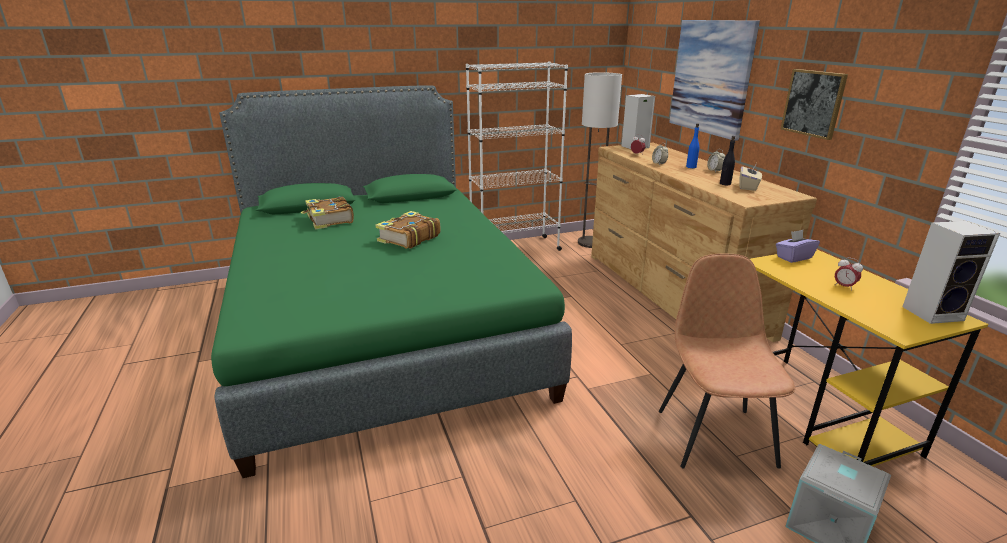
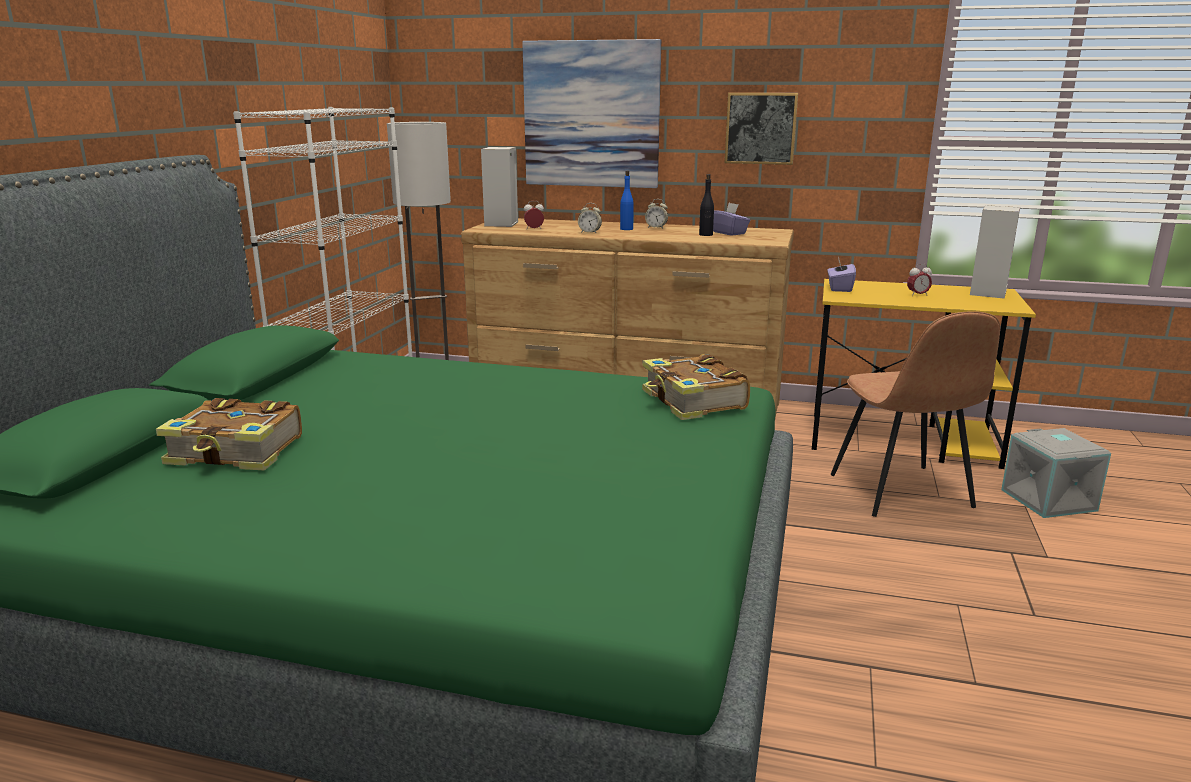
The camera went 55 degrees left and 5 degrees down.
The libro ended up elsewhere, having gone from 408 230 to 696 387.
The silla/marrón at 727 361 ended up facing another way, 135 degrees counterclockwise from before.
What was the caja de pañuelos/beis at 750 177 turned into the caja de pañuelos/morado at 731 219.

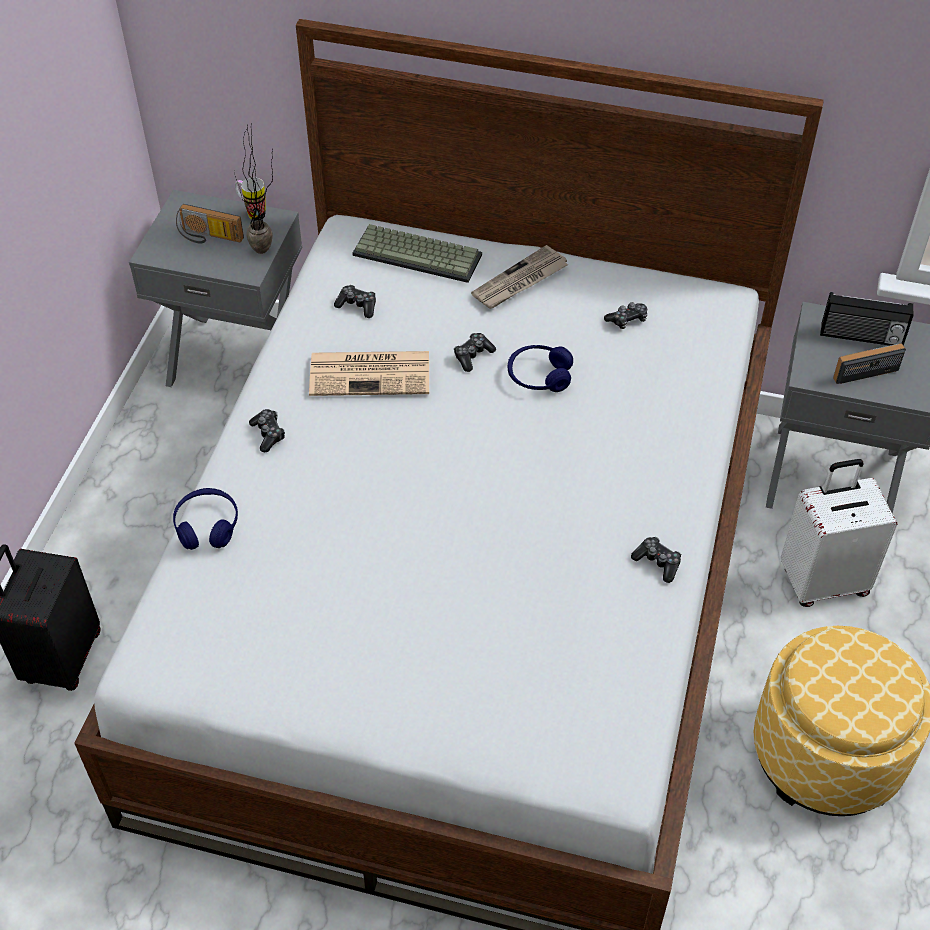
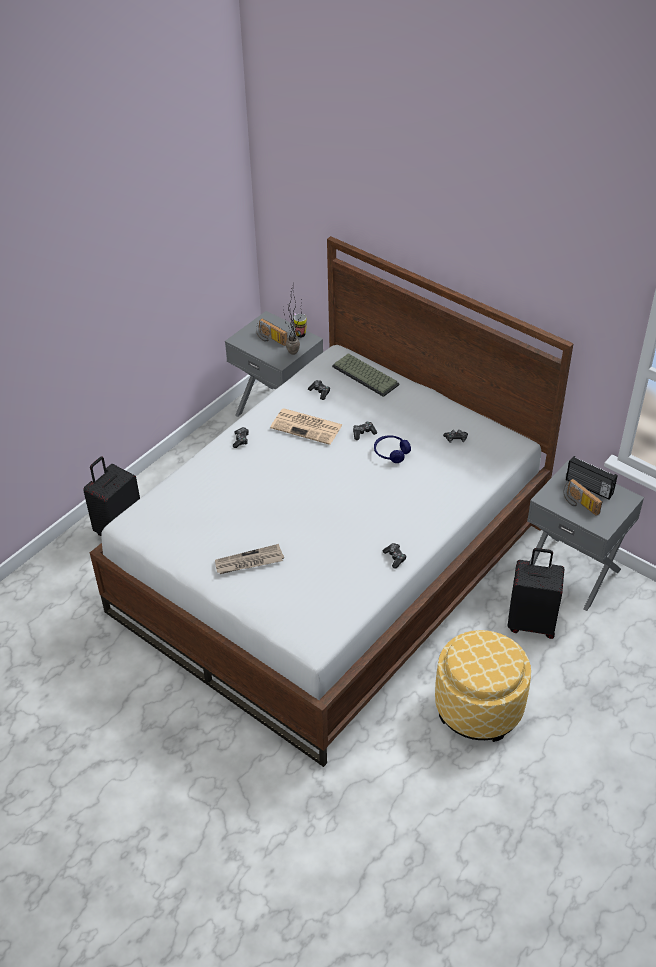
The camera went 25 degrees right and 5 degrees down.
The second view lost the auriculares/azul at 205 519.
The periódico ended up elsewhere, having gone from 519 277 to 249 559.
What was the maleta/blanco at 838 533 turned into the maleta/negro at 535 593.
The radio at 869 363 ended up facing another way, 135 degrees counterclockwise from before.

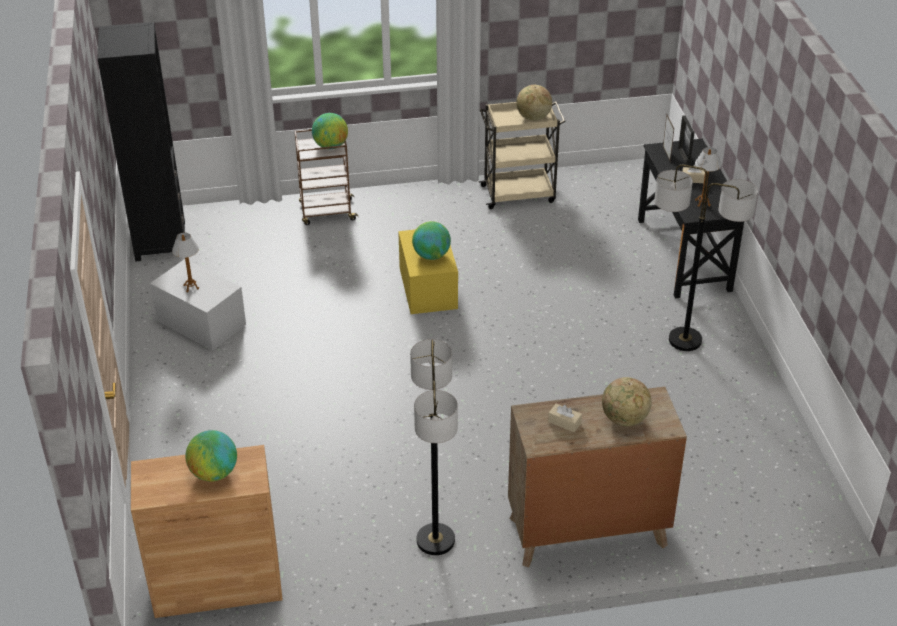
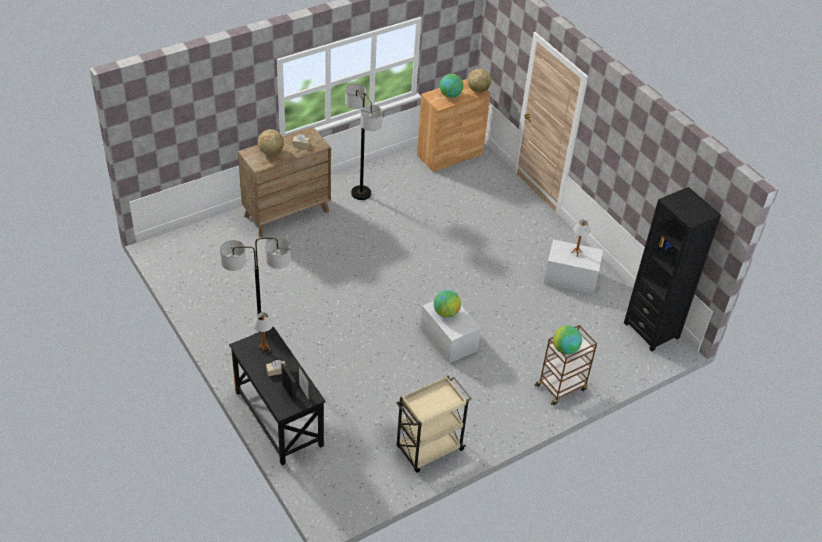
The camera went 155 degrees right and 5 degrees up.
What was the caja de almacenaje/amarillo at 428 271 turned into the caja de almacenaje/blanco at 450 332.
The globo terráqueo ended up elsewhere, having gone from 534 103 to 479 81.

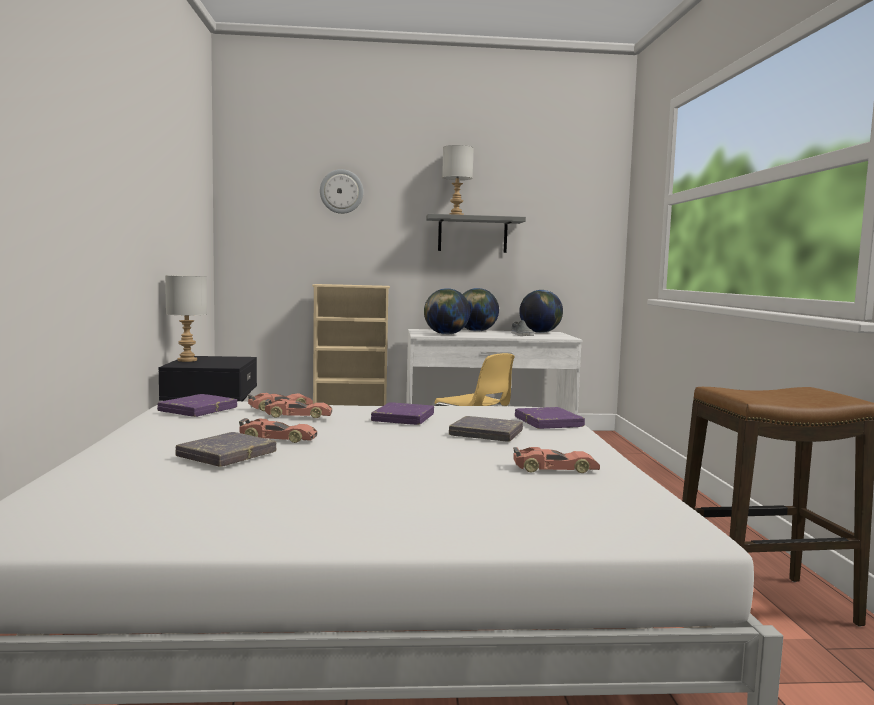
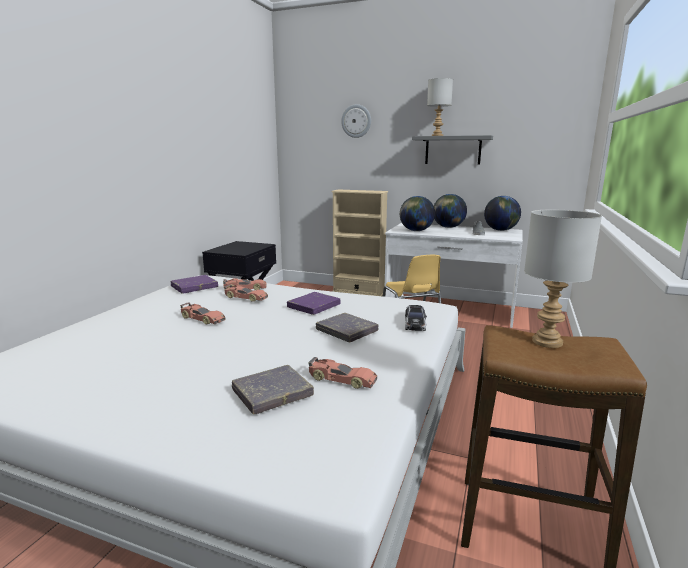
The camera went 25 degrees right and 10 degrees up.
The lámpara de mesa/gris ended up elsewhere, having gone from 186 318 to 563 279.
The libro/gris ended up elsewhere, having gone from 225 449 to 273 389.
Where the libro/morado stood at 550 418, the coche de juguete came to stand at 416 318.

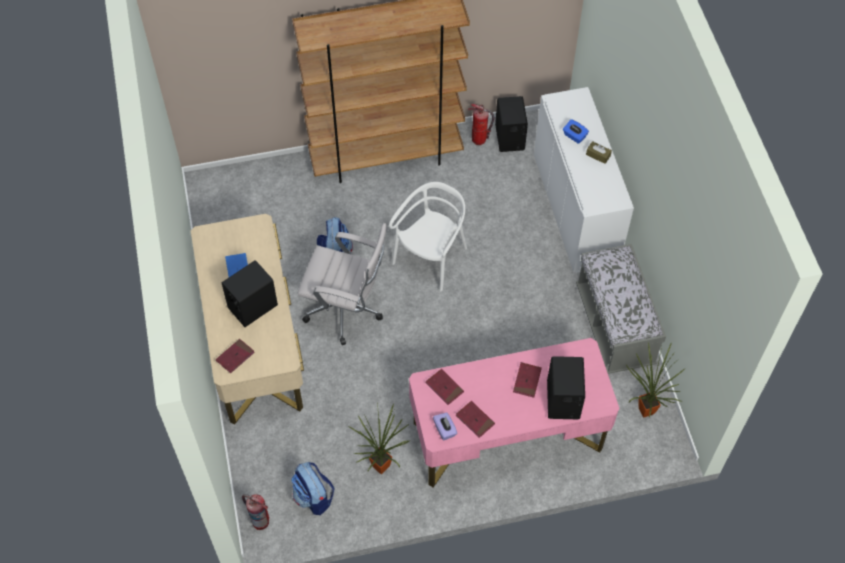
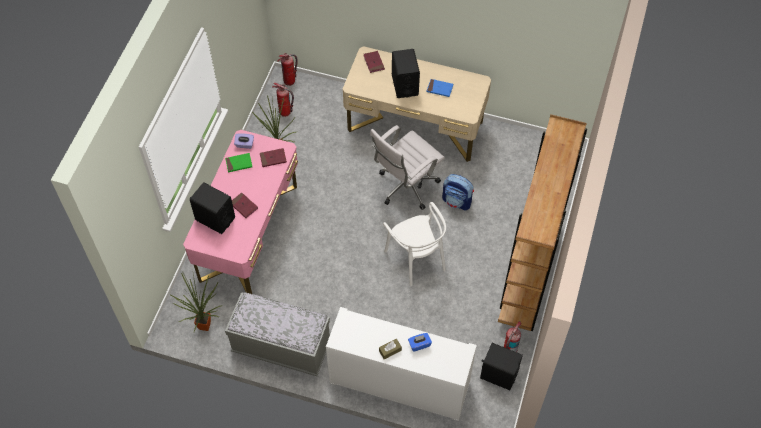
The camera went 120 degrees right and 0 degrees up.
Where the mochila stood at 312 488, the extintor came to stand at 283 100.
What was the libro/rojo at 475 419 turned into the libro/verde at 238 162.

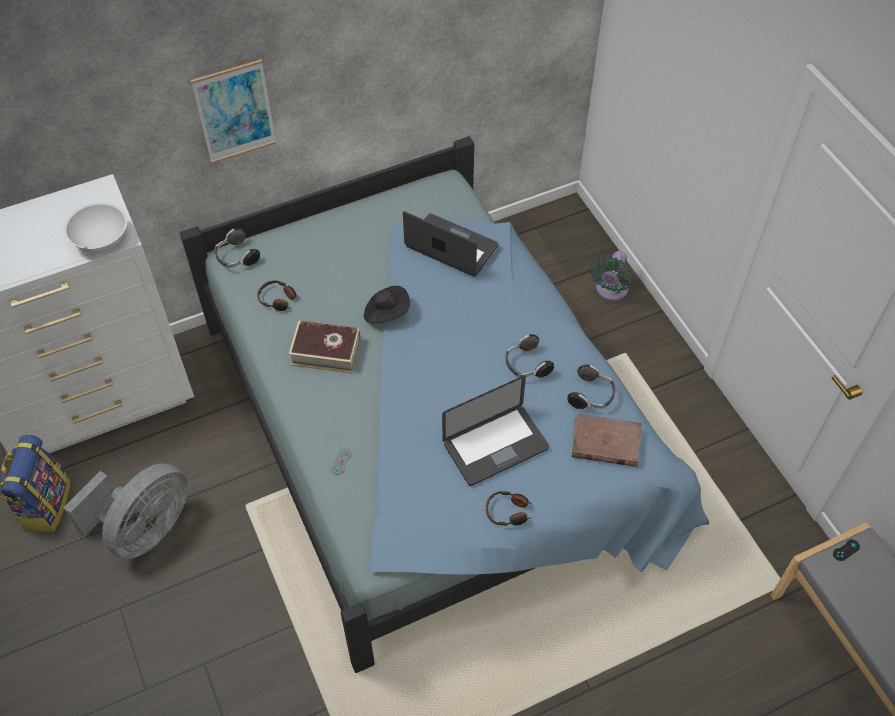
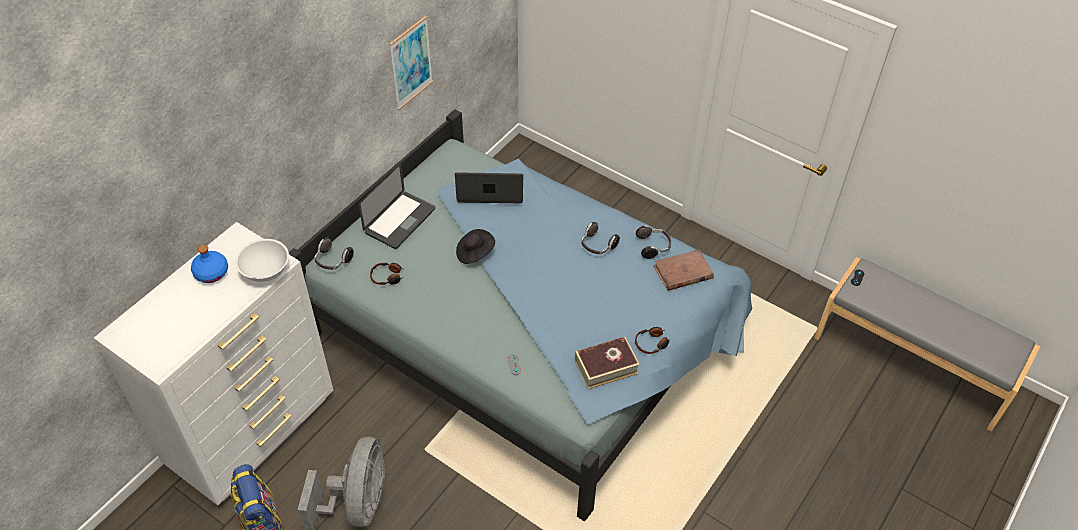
The camera went 30 degrees left and 5 degrees down.
The cuadro ended up elsewhere, having gone from 233 111 to 411 63.
The libro ended up elsewhere, having gone from 325 346 to 607 363.
The portátil ended up elsewhere, having gone from 495 431 to 396 206.
The second view lost the ventilador/verde at 612 276.
The second view gained the botella/azul at 209 264.

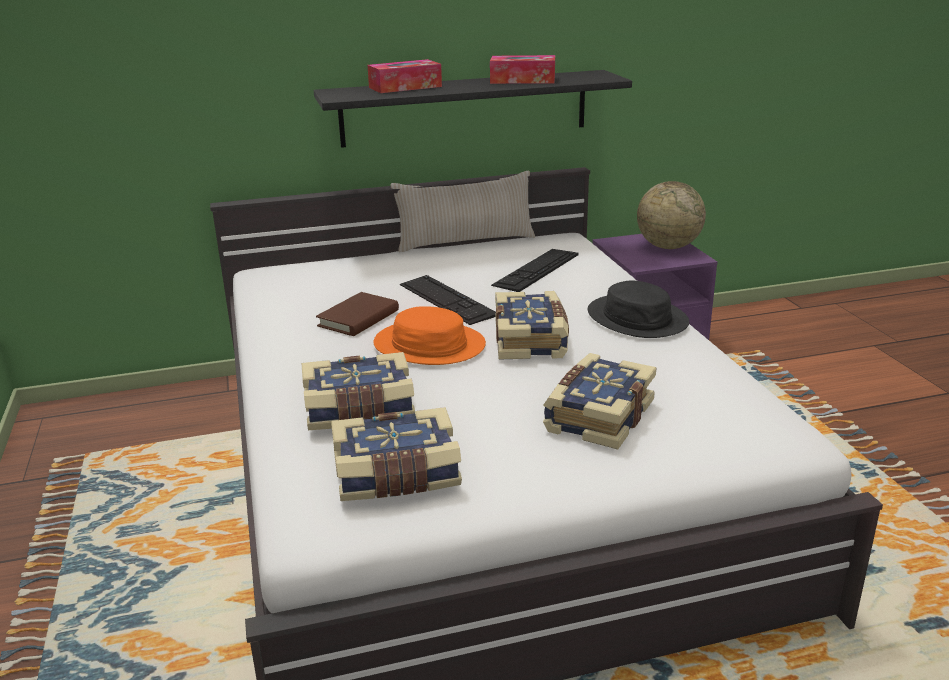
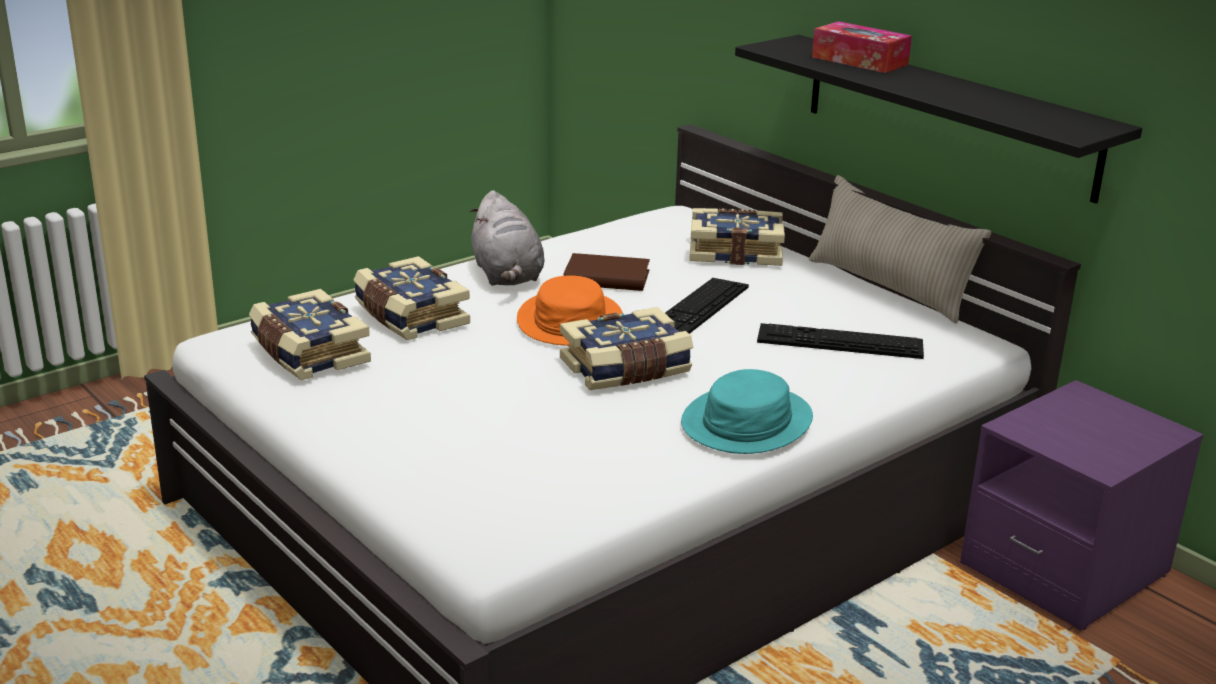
The camera went 65 degrees right and 0 degrees up.
The second view lost the caja de pañuelos at 522 69.
The libro ended up elsewhere, having gone from 599 401 to 737 237.
What was the sombrero/negro at 638 309 turned into the sombrero/turquesa at 747 411.
The second view lost the globo terráqueo at 671 215.
The second view gained the peluche/gris at 507 238.

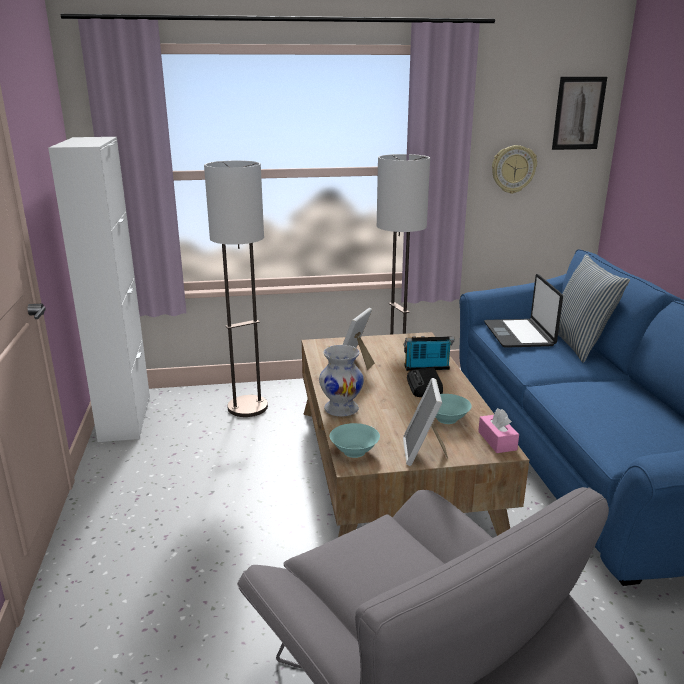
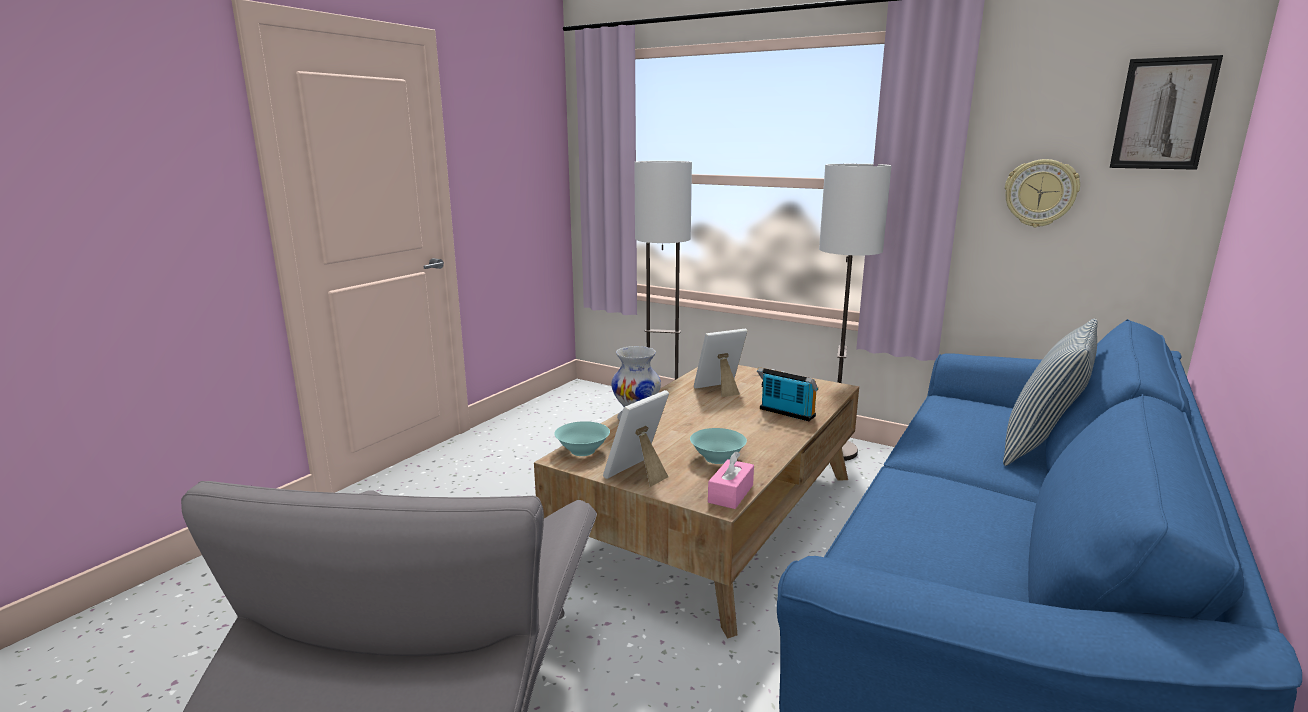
The camera went 40 degrees right and 5 degrees down.
The second view lost the armario/blanco at 99 289.
The second view lost the radio at 425 382.
The second view lost the portátil at 523 311.

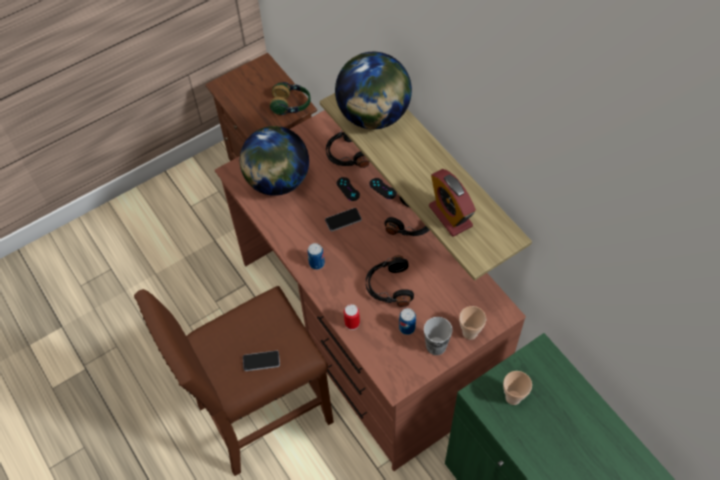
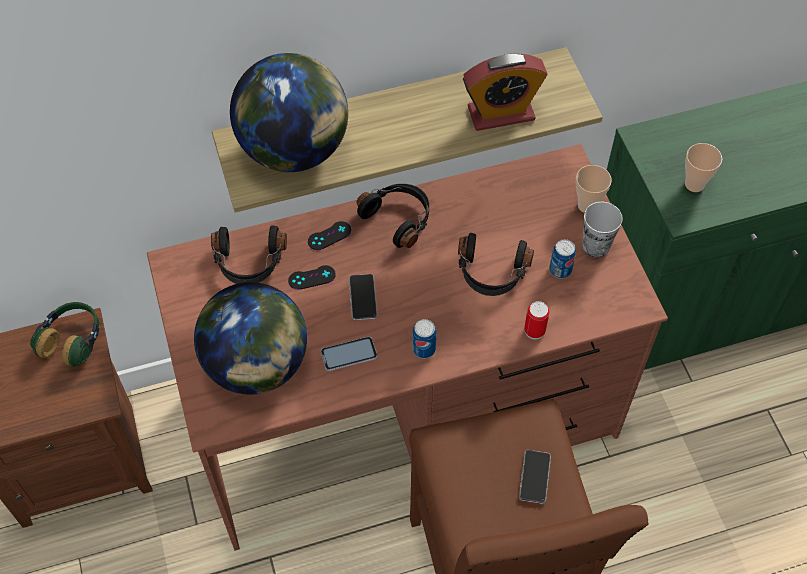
The camera went 75 degrees left and 0 degrees up.
The second view gained the móvil at 349 353.

